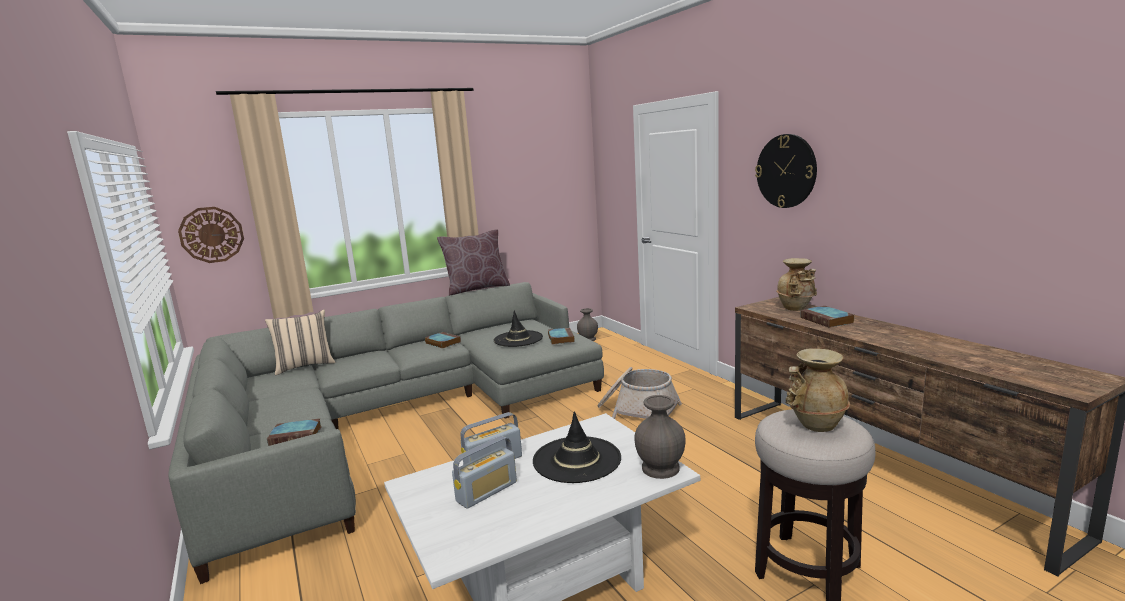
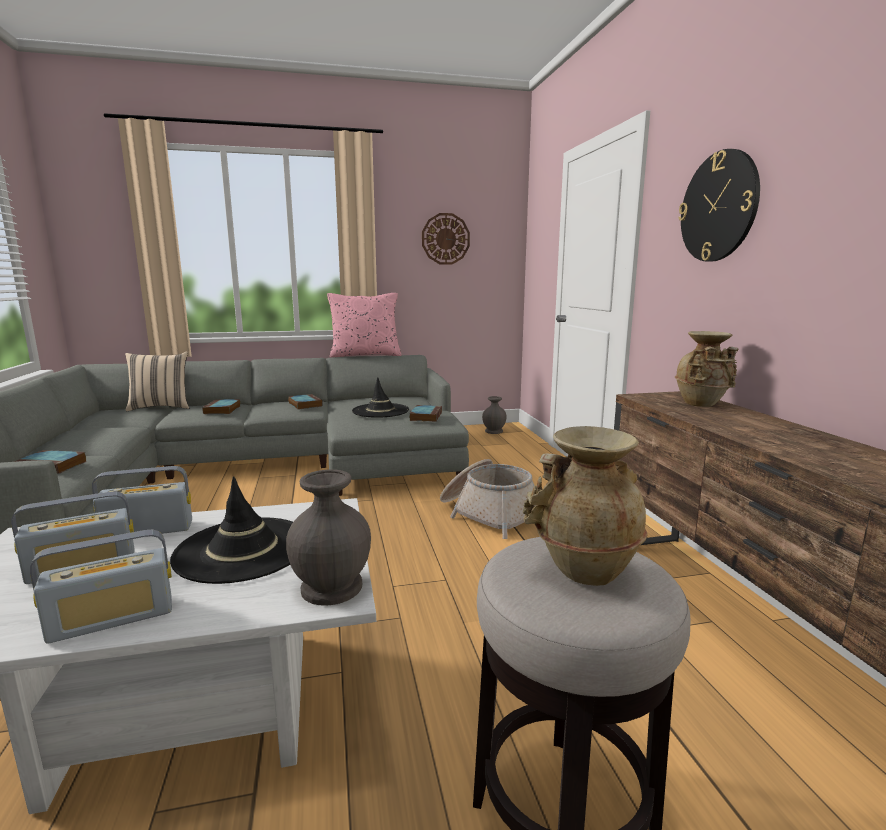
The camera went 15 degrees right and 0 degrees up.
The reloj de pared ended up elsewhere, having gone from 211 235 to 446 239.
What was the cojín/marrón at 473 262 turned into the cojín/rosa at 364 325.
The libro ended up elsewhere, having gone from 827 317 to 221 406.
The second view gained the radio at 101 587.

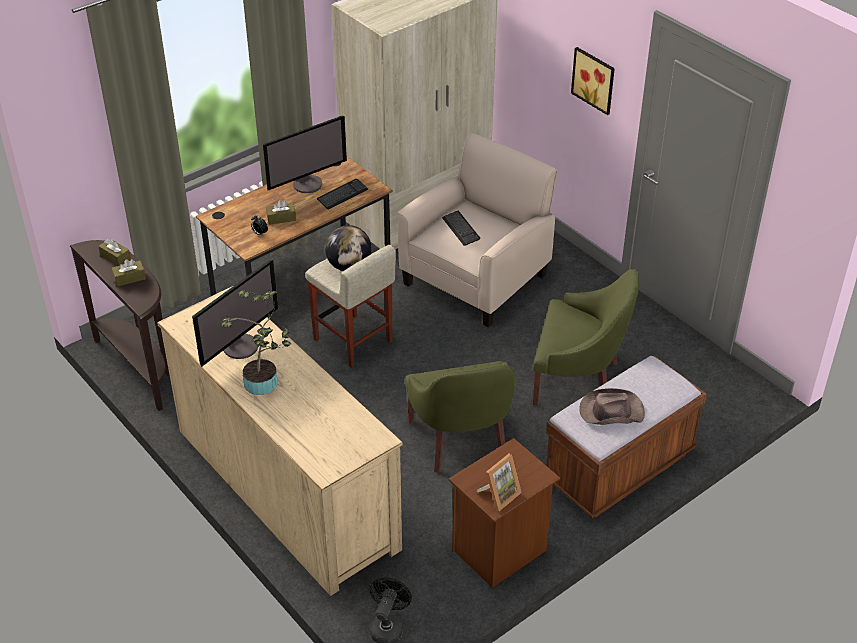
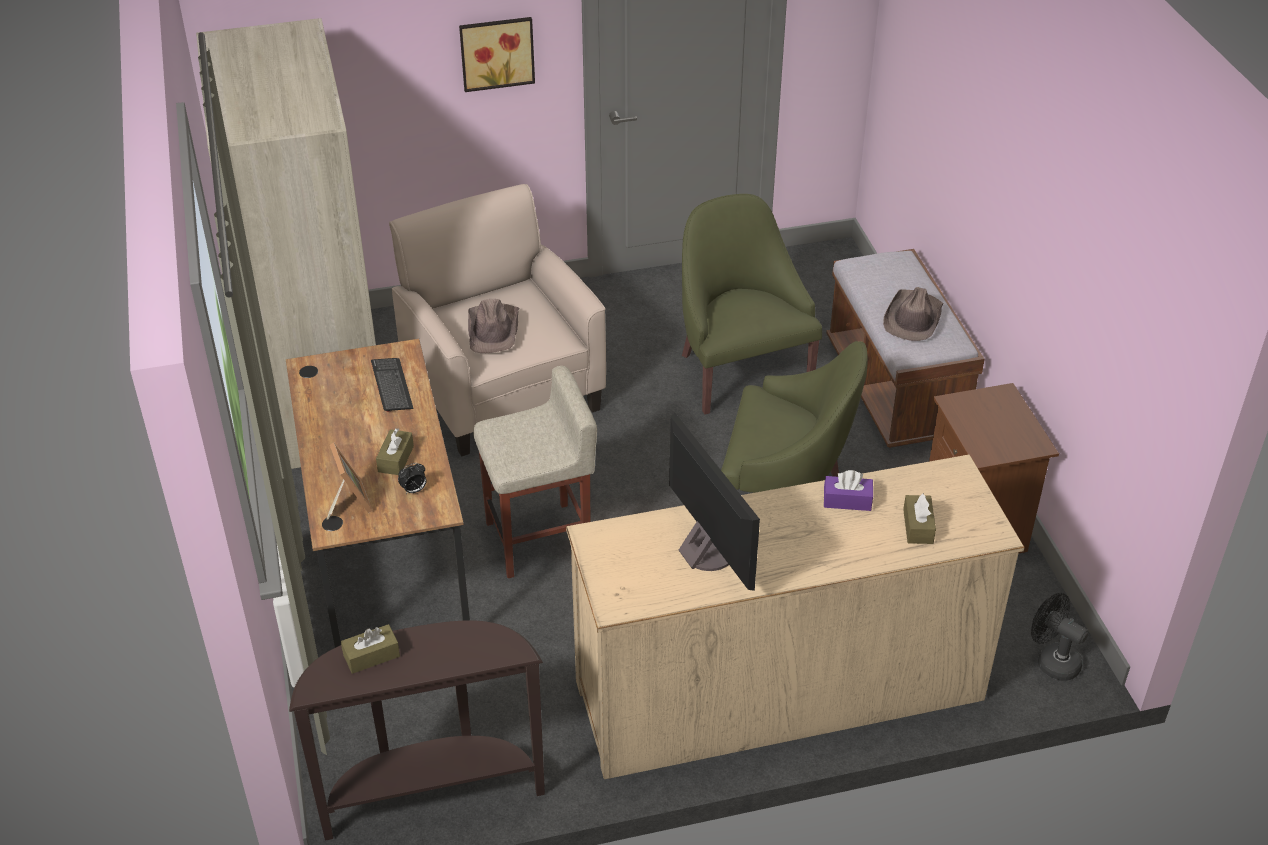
The camera went 65 degrees left and 0 degrees up.
The caja de pañuelos/marrón ended up elsewhere, having gone from 129 273 to 919 518.
The second view lost the planta en maceta at 255 342.
The second view lost the monitor at 305 154.
The second view lost the globo terráqueo at 348 248.
Where the teclado stood at 461 228, the sombrero/marrón came to stand at 493 326.
The portarretratos ended up elsewhere, having gone from 499 483 to 350 481.
The sillón/verde at 586 337 ended up facing another way, 60 degrees counterclockwise from before.
The second view gained the caja de pañuelos/morado at 848 490.

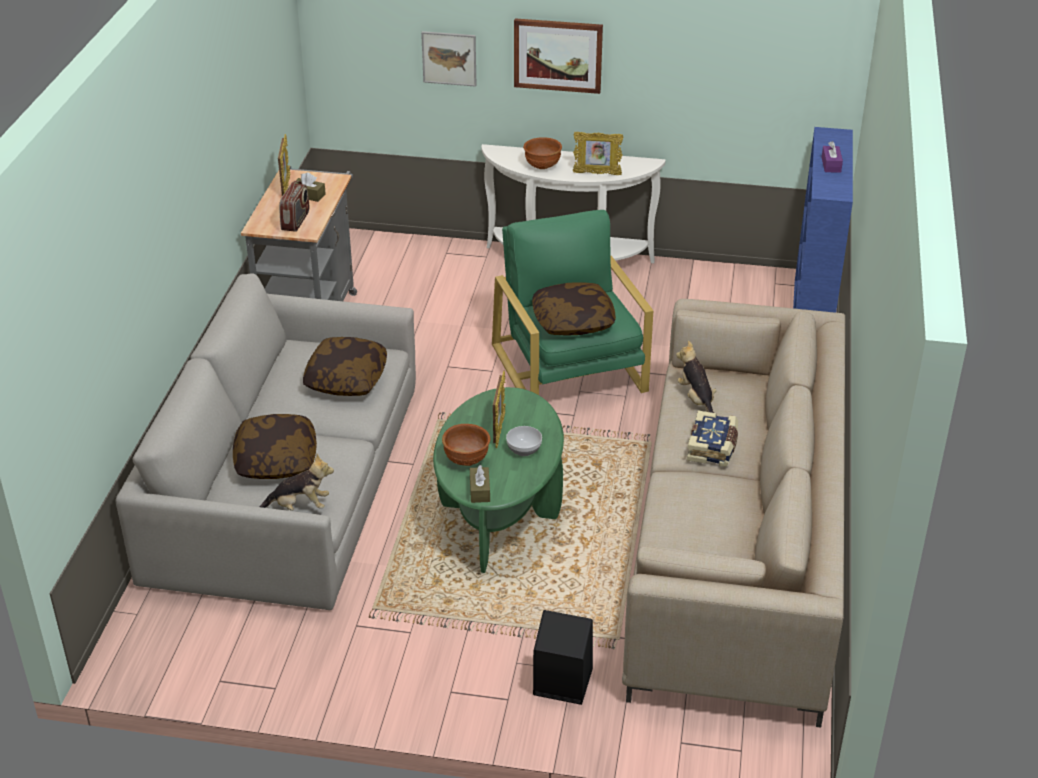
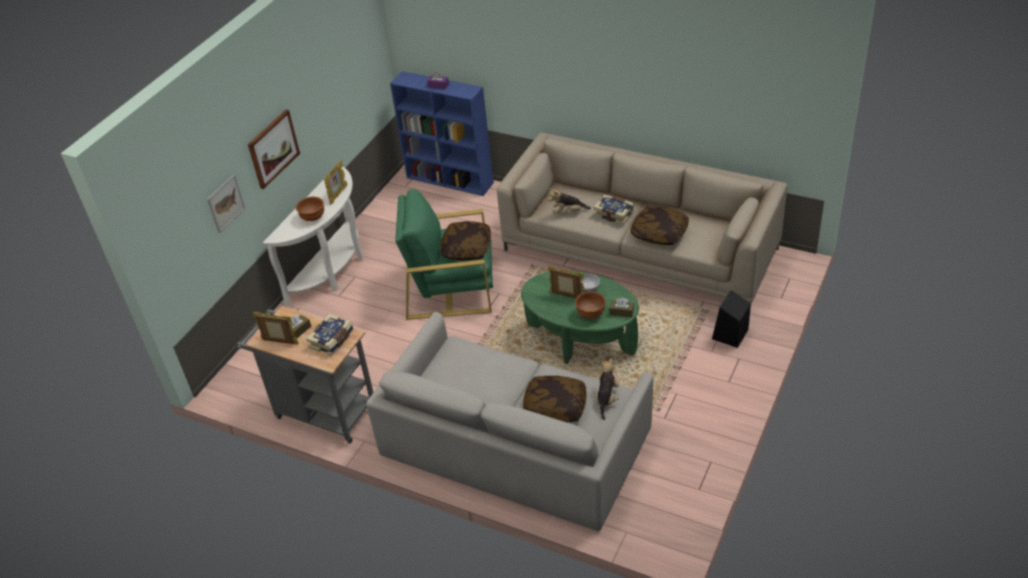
The camera went 70 degrees left and 5 degrees up.
Where the radio stood at 294 206, the libro came to stand at 330 335.
The cojín ended up elsewhere, having gone from 345 366 to 659 225.

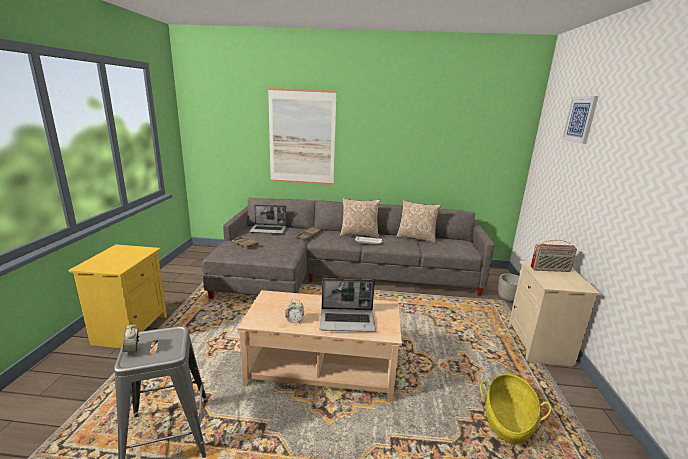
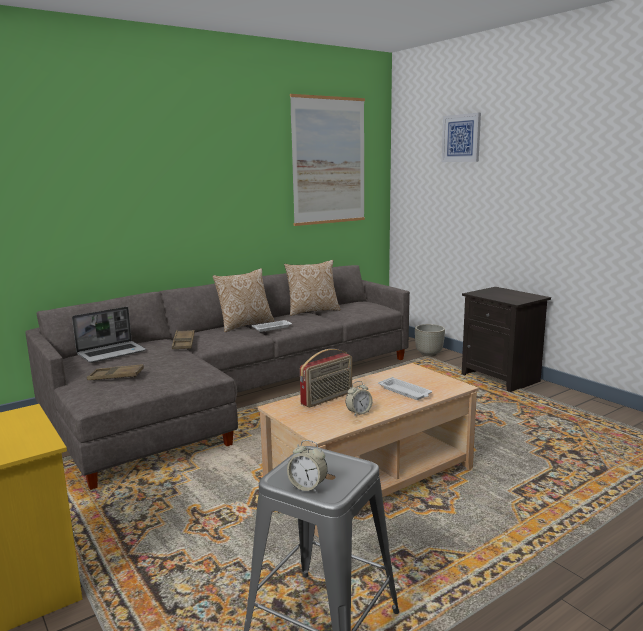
The camera went 40 degrees left and 5 degrees down.
The cuadro ended up elsewhere, having gone from 302 136 to 327 160.
Where the portátil stood at 348 305, the bandeja/blanco came to stand at 405 388.
The second view lost the cesta at 515 409.
What was the mesita de noche/beis at 555 314 turned into the mesita de noche/negro at 506 339.
The radio ended up elsewhere, having gone from 554 255 to 326 378.

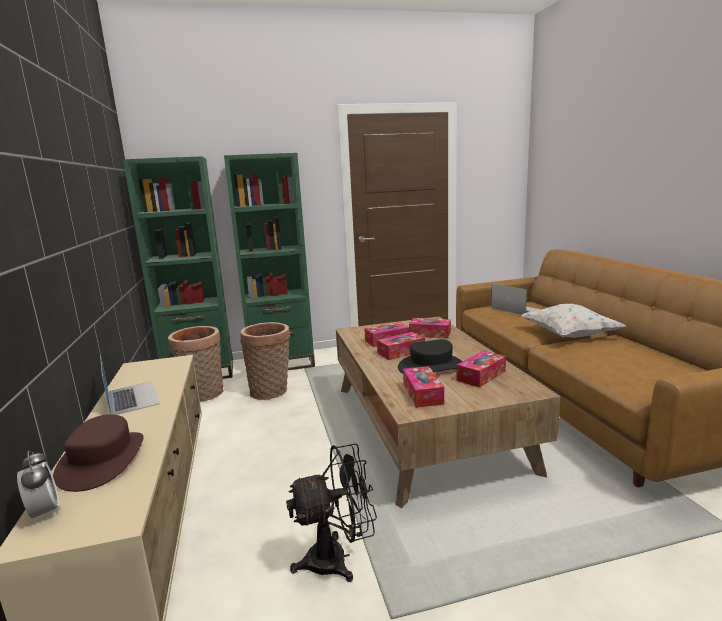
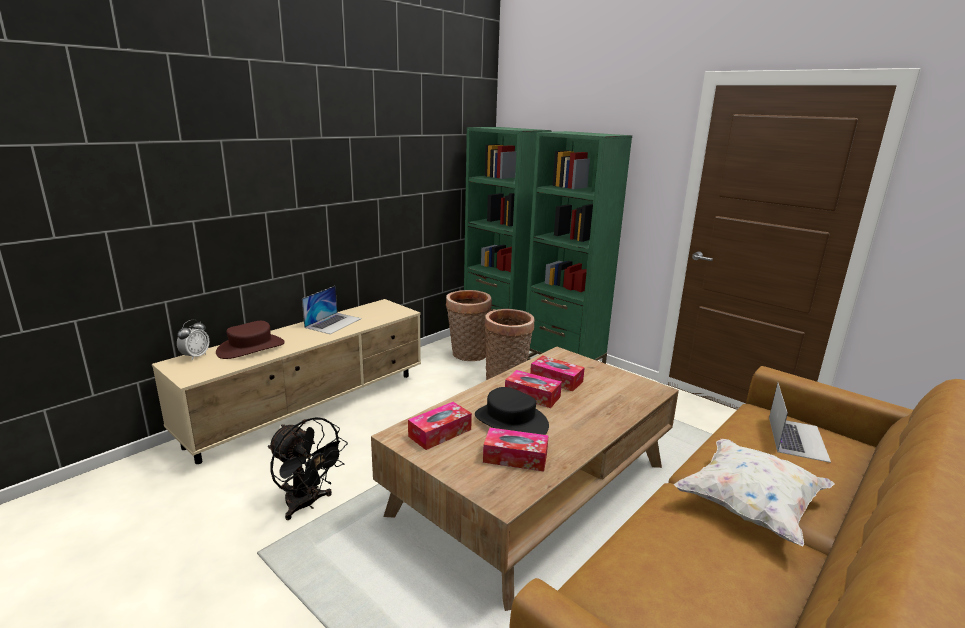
The camera went 55 degrees right and 5 degrees up.
The second view lost the caja de pañuelos at 430 328.

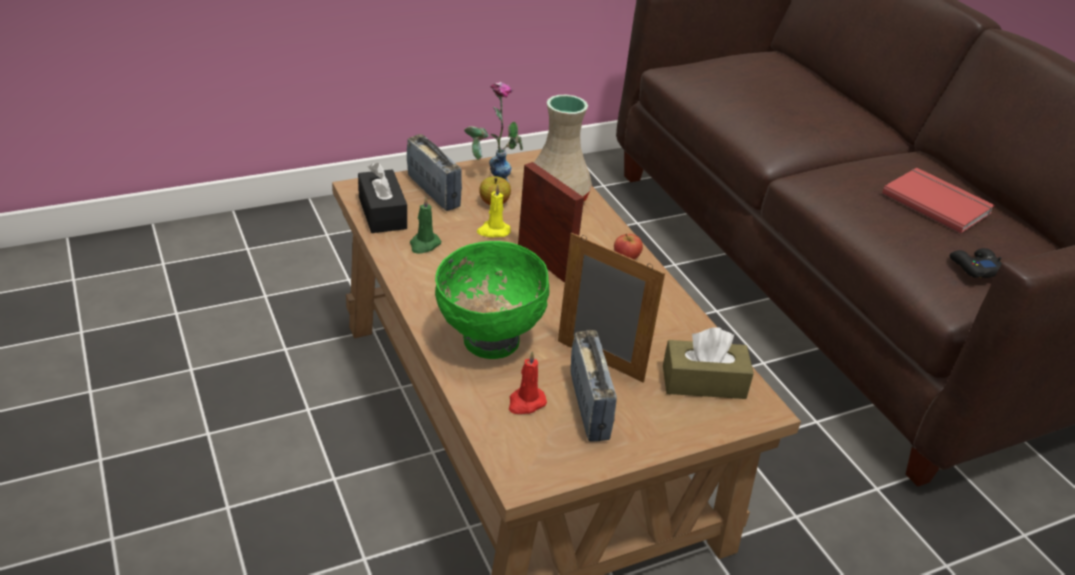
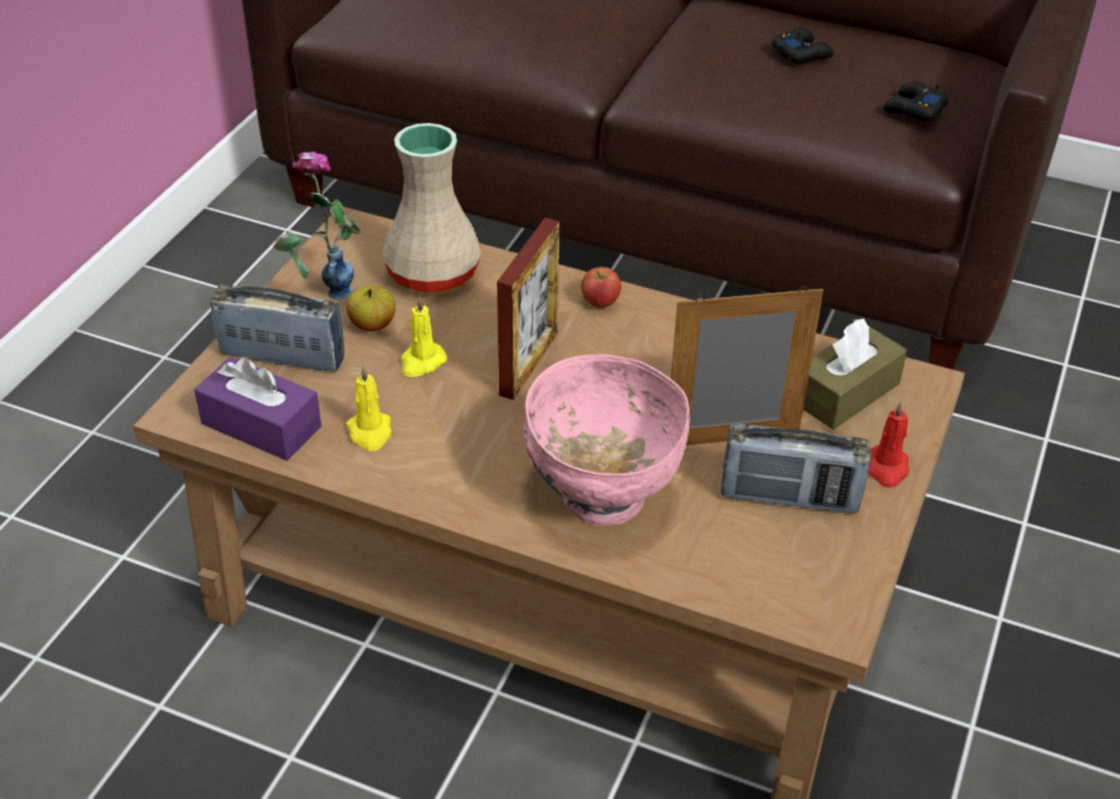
The camera went 40 degrees left and 5 degrees up.
What was the caja de pañuelos/negro at 382 198 turned into the caja de pañuelos/morado at 258 409.
What was the vela/verde at 425 225 turned into the vela/amarillo at 369 408.
What was the cuenco/verde at 492 300 turned into the cuenco/rosa at 607 440.
The vela/rojo ended up elsewhere, having gone from 528 382 to 888 444.
The portarretratos at 551 222 ended up facing another way, 105 degrees clockwise from before.
The radio at 594 386 ended up facing another way, 150 degrees clockwise from before.
Where the libro/rojo stood at 938 201, the mando de consola/negro came to stand at 803 45.

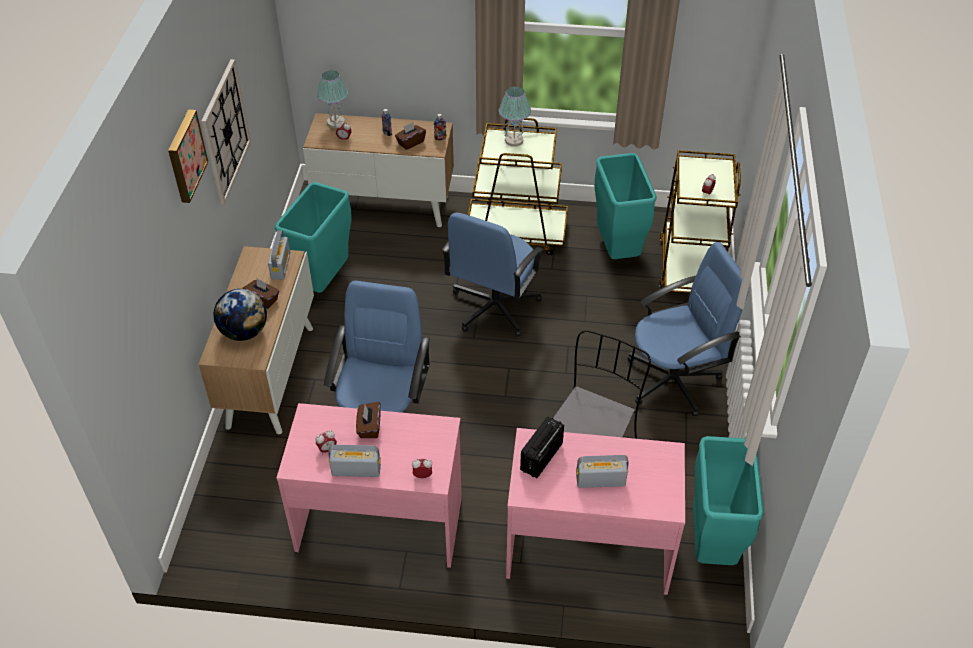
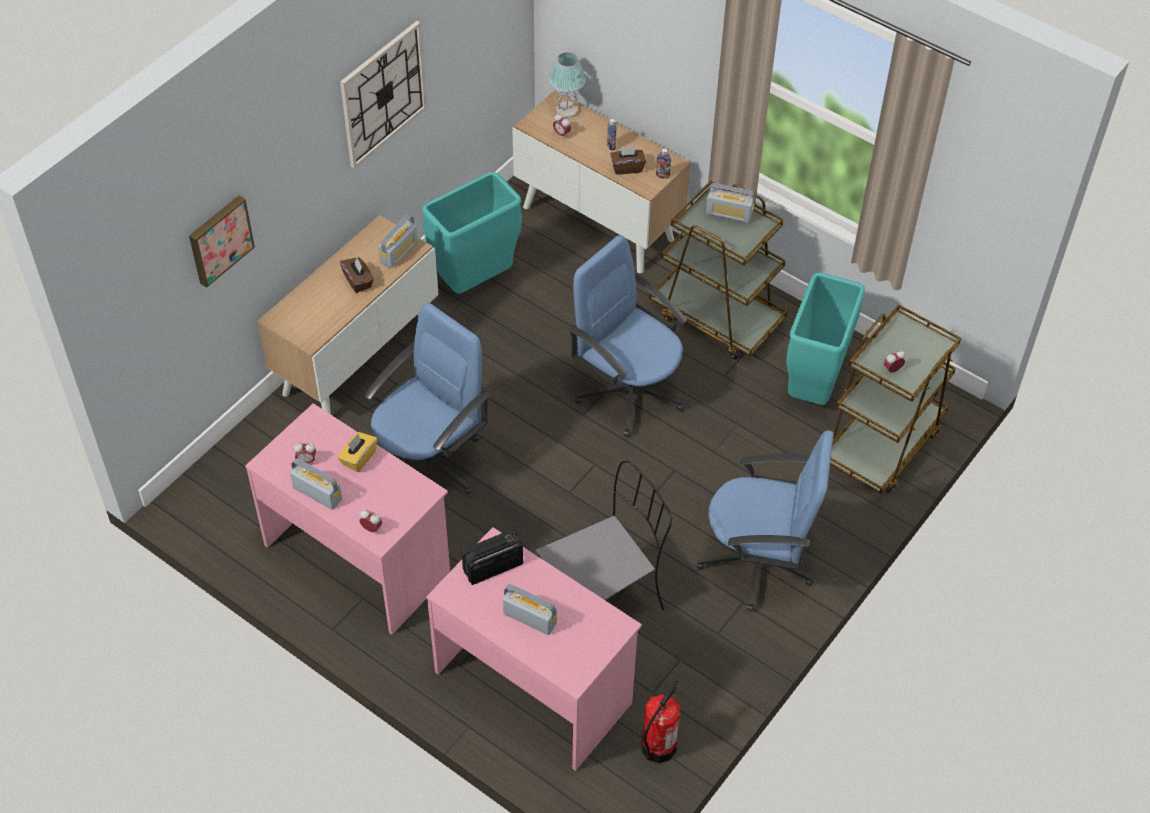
The camera went 30 degrees right and 5 degrees up.
The cuadro ended up elsewhere, having gone from 188 156 to 222 241.
The second view lost the globo terráqueo at 240 315.
What was the caja de pañuelos/marrón at 368 420 turned into the caja de pañuelos/amarillo at 357 452.
The silla de oficina/azul at 493 274 ended up facing another way, 75 degrees clockwise from before.
Where the lámpara de mesa stood at 515 116, the radio came to stand at 730 203.
Where the papelera/turquesa stood at 728 500, the extintor came to stand at 661 721.

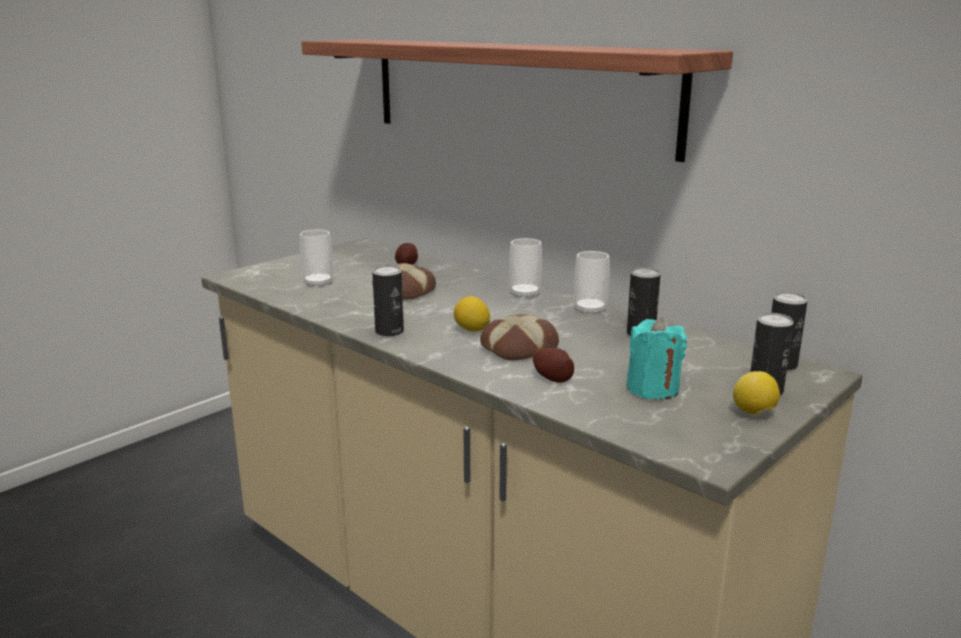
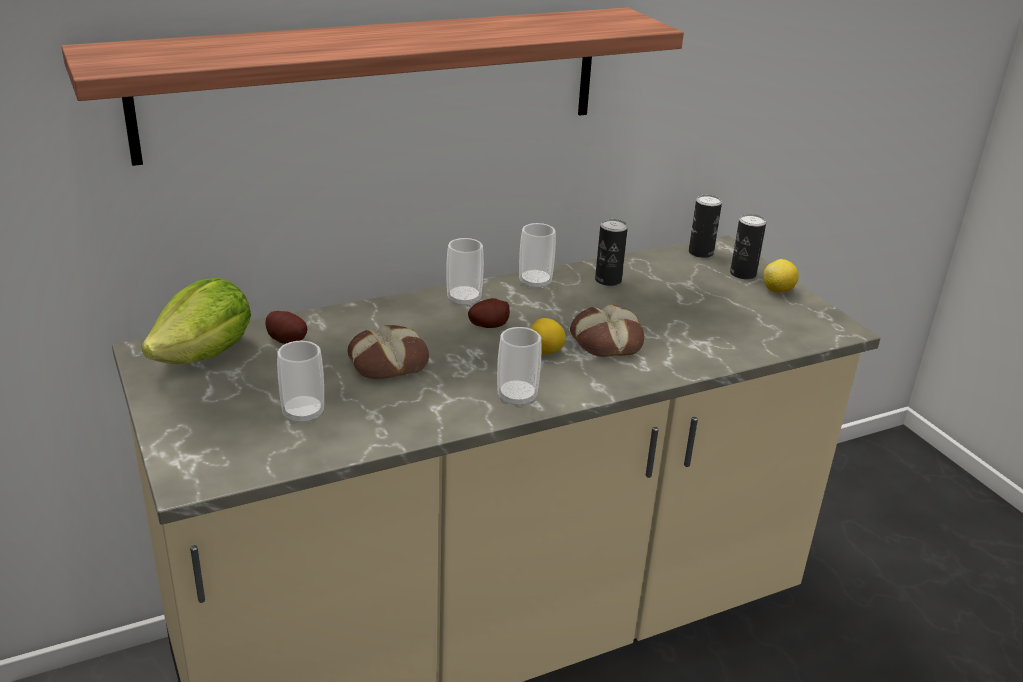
The camera went 70 degrees left and 10 degrees up.
Where the lata stood at 388 300, the taza came to stand at 519 367.
The patata ended up elsewhere, having gone from 553 365 to 489 313.
The second view lost the vela/turquesa at 657 358.
The second view gained the lechuga at 196 321.

